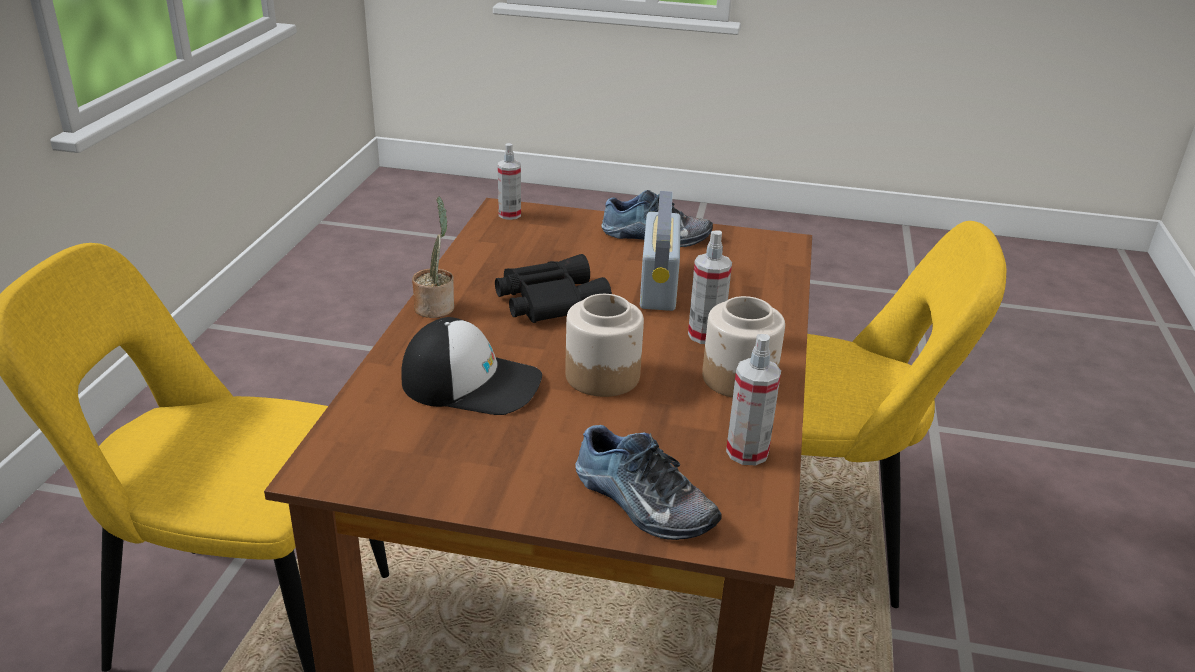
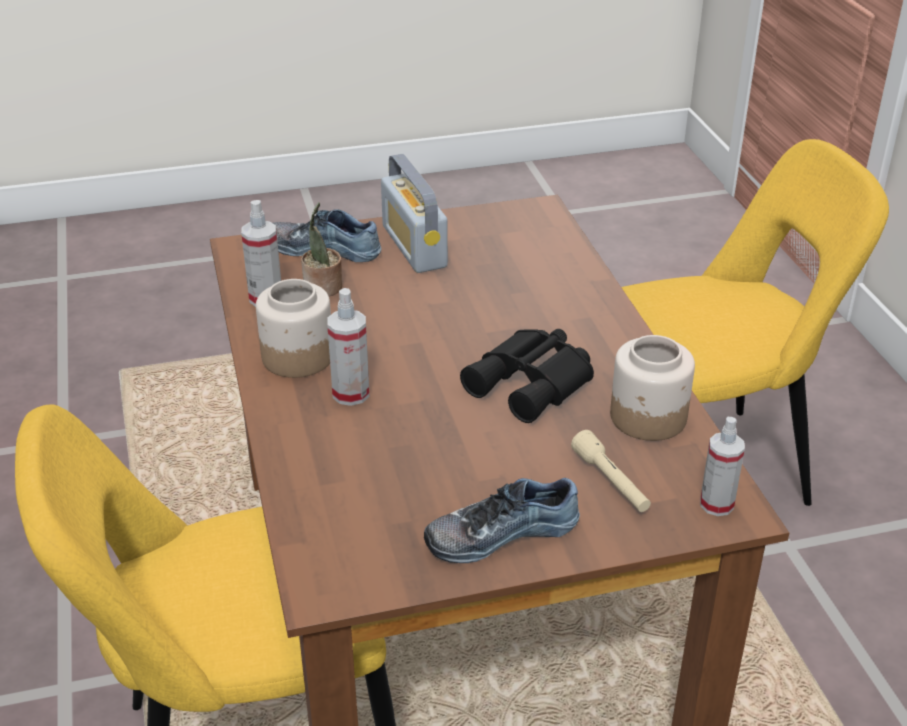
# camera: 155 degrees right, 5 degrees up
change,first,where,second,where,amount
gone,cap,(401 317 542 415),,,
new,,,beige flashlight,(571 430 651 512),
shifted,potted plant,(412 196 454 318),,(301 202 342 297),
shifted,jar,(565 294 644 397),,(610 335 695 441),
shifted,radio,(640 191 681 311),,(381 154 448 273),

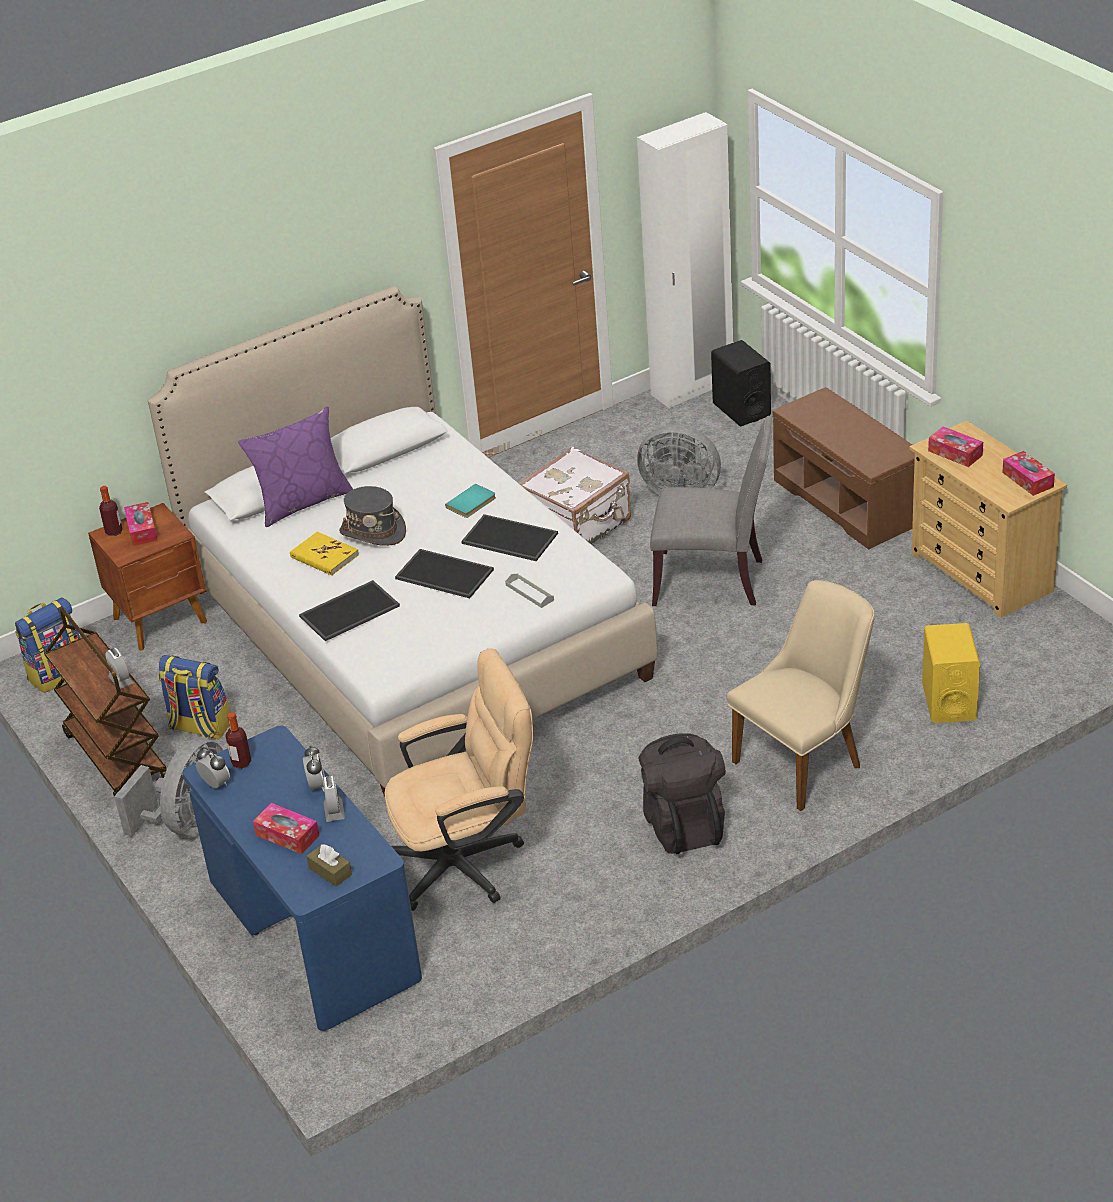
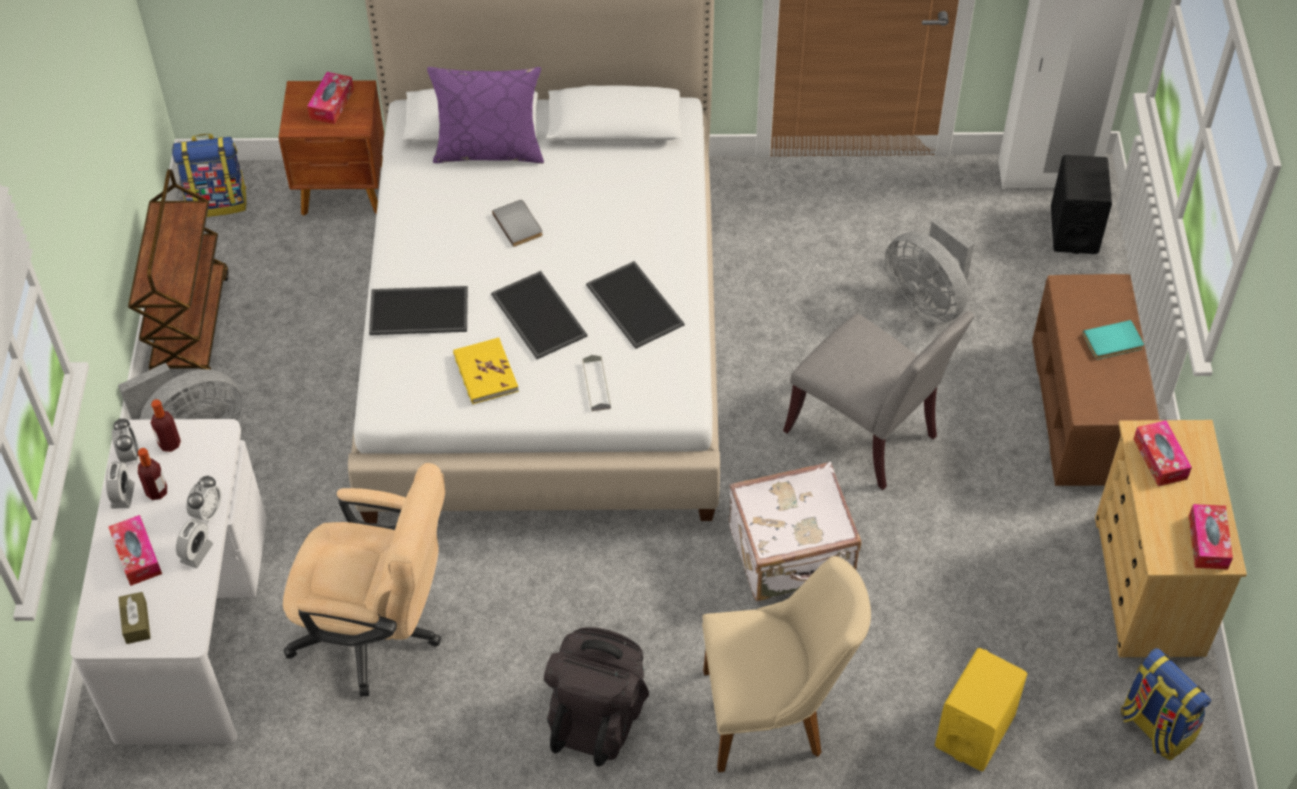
# camera: 30 degrees right, 15 degrees up
change,first,where,second,where,amount
shifted,bottle,(99 486 122 536),,(138 448 167 500),
shifted,alarm clock,(106 648 134 689),,(106 462 135 508),
shifted,backpack,(158 655 231 739),,(1121 648 1211 760),
shifted,yellow book,(290 532 359 576),,(453 338 519 404),
shifted,turquoise book,(445 484 496 518),,(1083 320 1144 359),
shifted,white suitcase,(519 447 631 545),,(729 462 861 601),
swapped,grey hat,(339 486 406 546),grey book,(492 200 543 247),
repainted,blue desk,(183 726 422 1031),white desk,(70 419 267 745),

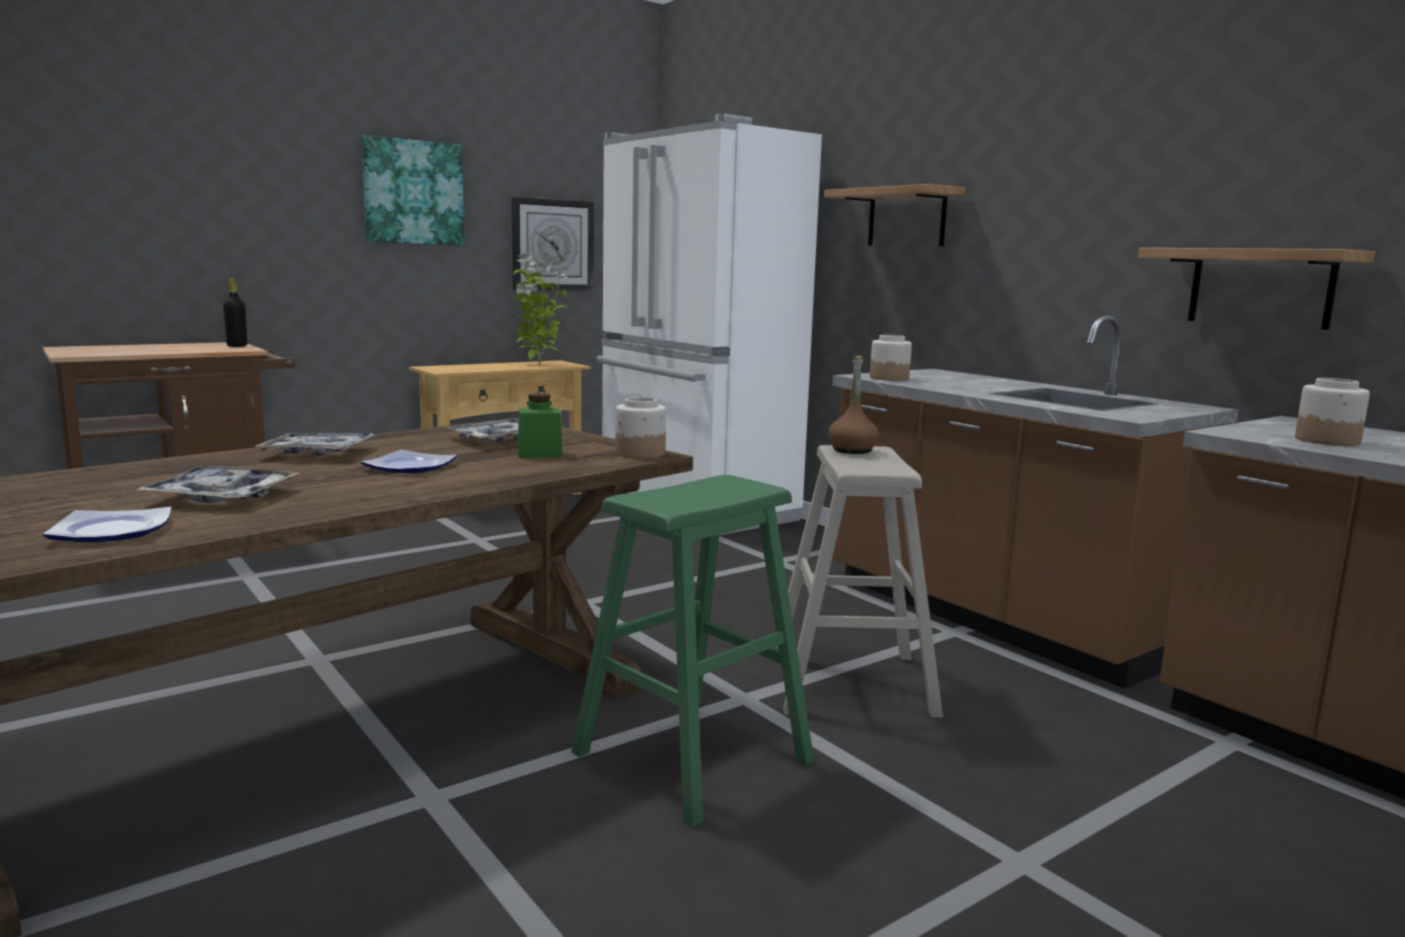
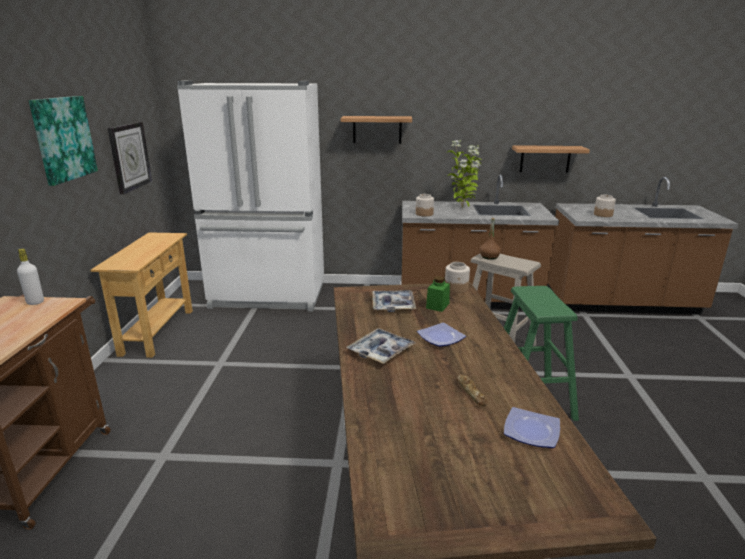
# camera: 50 degrees left, 10 degrees up
change,first,where,second,where,amount
shifted,potted plant,(513 253 568 365),,(448 140 482 208),
swapped,tray,(137 466 299 503),bread,(457 374 488 406),
repainted,black bottle,(223 278 247 347),white bottle,(17 249 44 305),

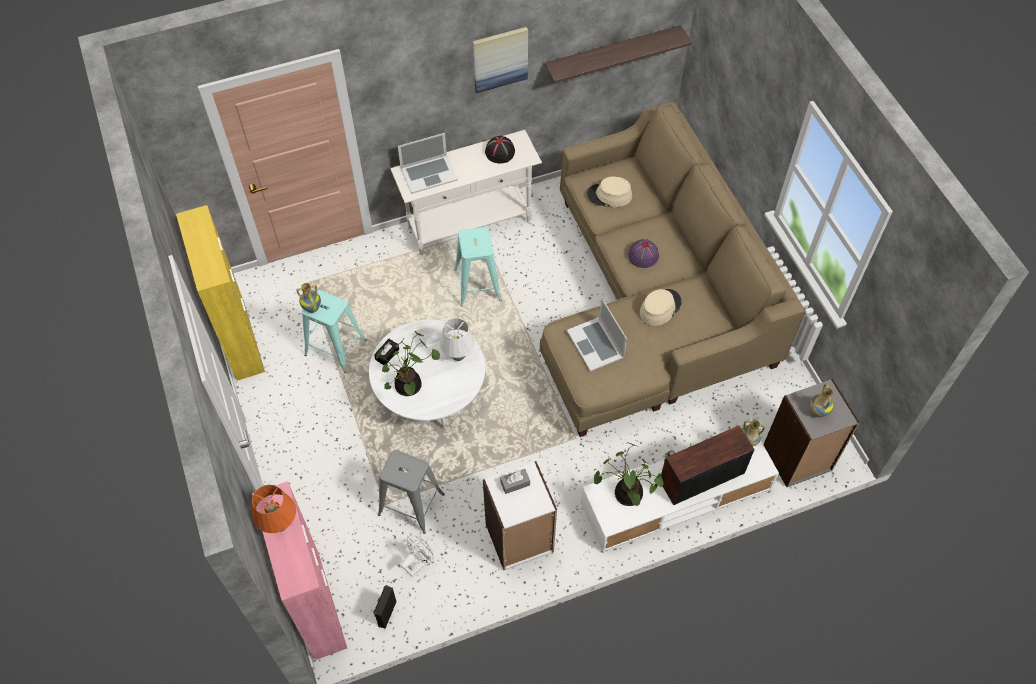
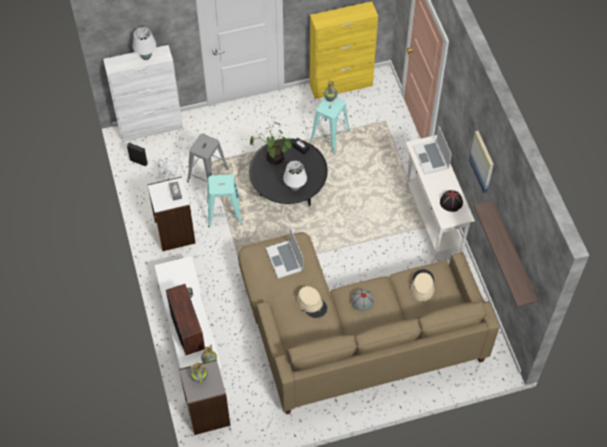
# camera: 95 degrees right, 0 degrees up
change,first,where,second,where,amount
gone,potted plant,(594 442 664 506),,,
shifted,turquoise stool,(454 227 502 306),,(207 174 242 227),
repainted,pink cabinet,(252 481 347 660),white cabinet,(103 45 183 142),
repainted,orange table lamp,(252 485 296 533),white table lamp,(133 27 157 60),
repainted,white coffee table,(369 320 485 428),black coffee table,(249 138 328 206),
repainted,purple hat,(628 239 659 268),grey hat,(351 289 374 312),
rotated,laptop,(567 298 627 372),,(266 227 304 279),90 degrees counterclockwise

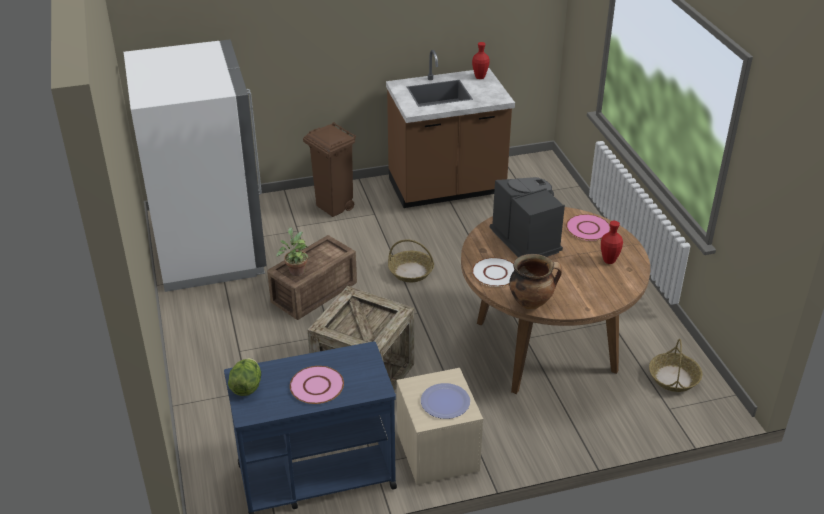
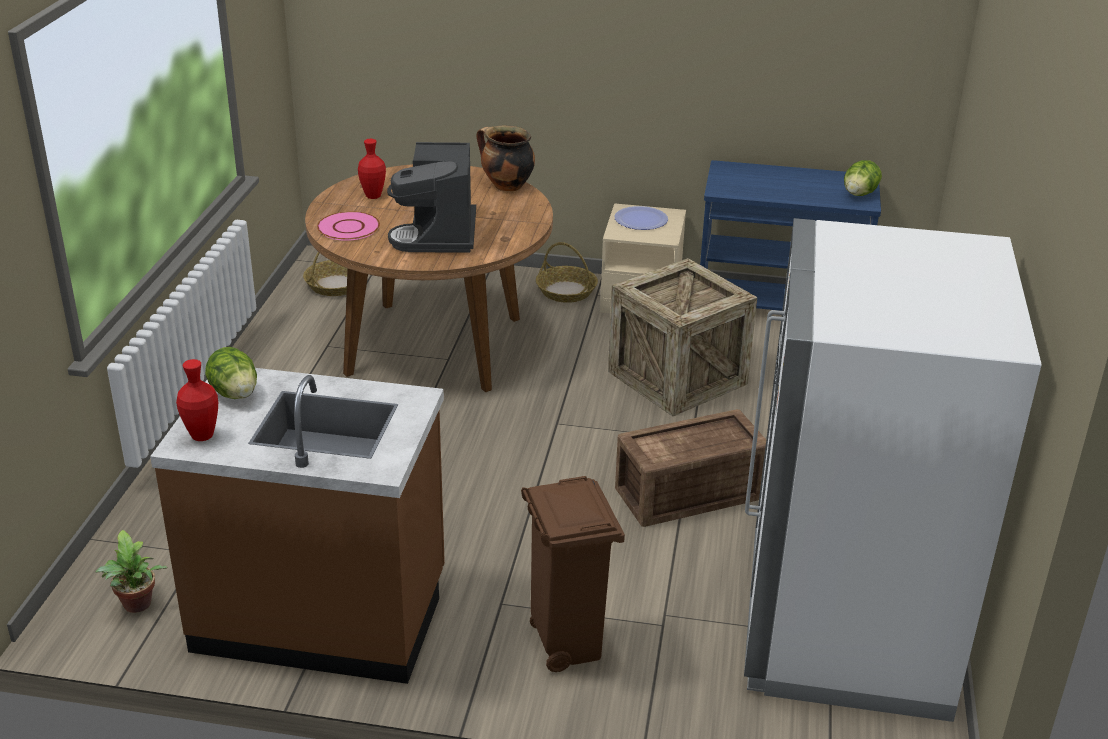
# camera: 155 degrees left, 5 degrees down
change,first,where,second,where,amount
gone,pink plate,(290 366 344 404),,,
gone,white plate,(472 257 514 287),,,
new,,,lettuce,(205 347 257 399),
shifted,potted plant,(276 227 308 276),,(95 530 168 613),
shifted,basket,(388 239 434 282),,(536 242 598 303),

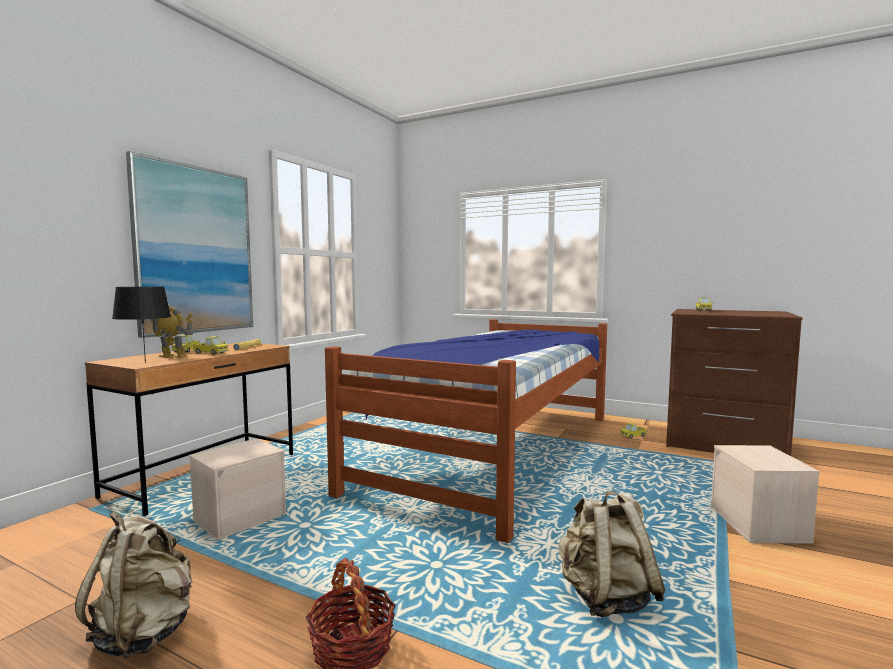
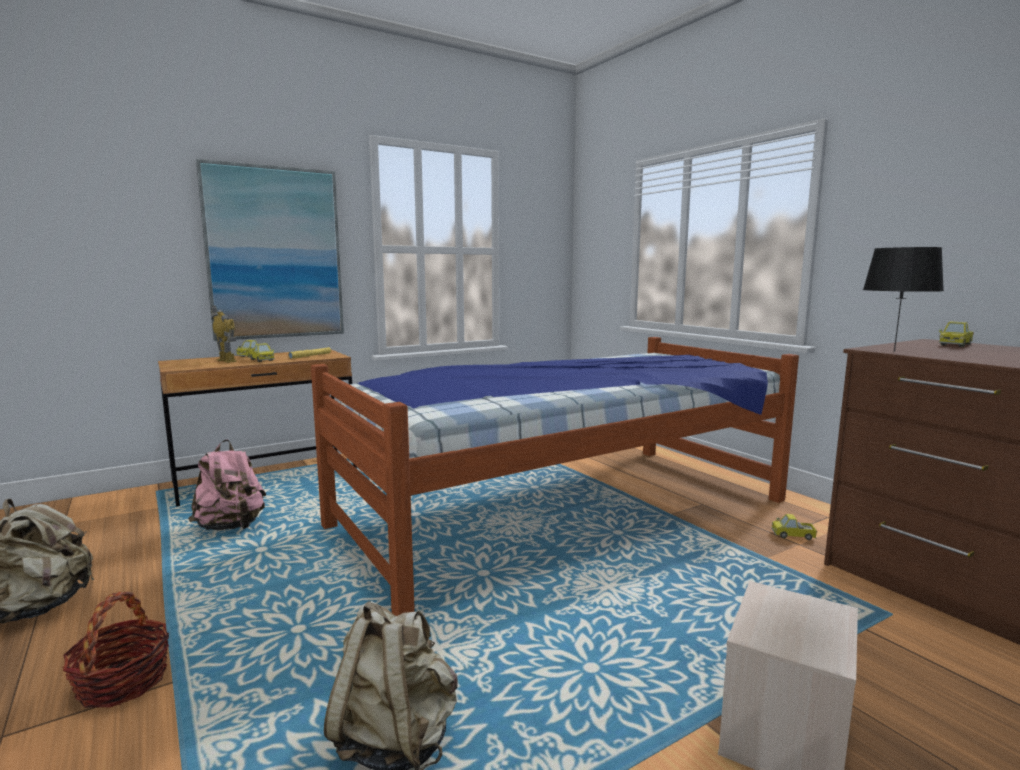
# camera: 30 degrees right, 5 degrees up
change,first,where,second,where,amount
shifted,black table lamp,(112 287 171 363),,(863 247 944 352),
swapped,beige storage box,(189 438 287 540),pink backpack,(188 439 266 530),

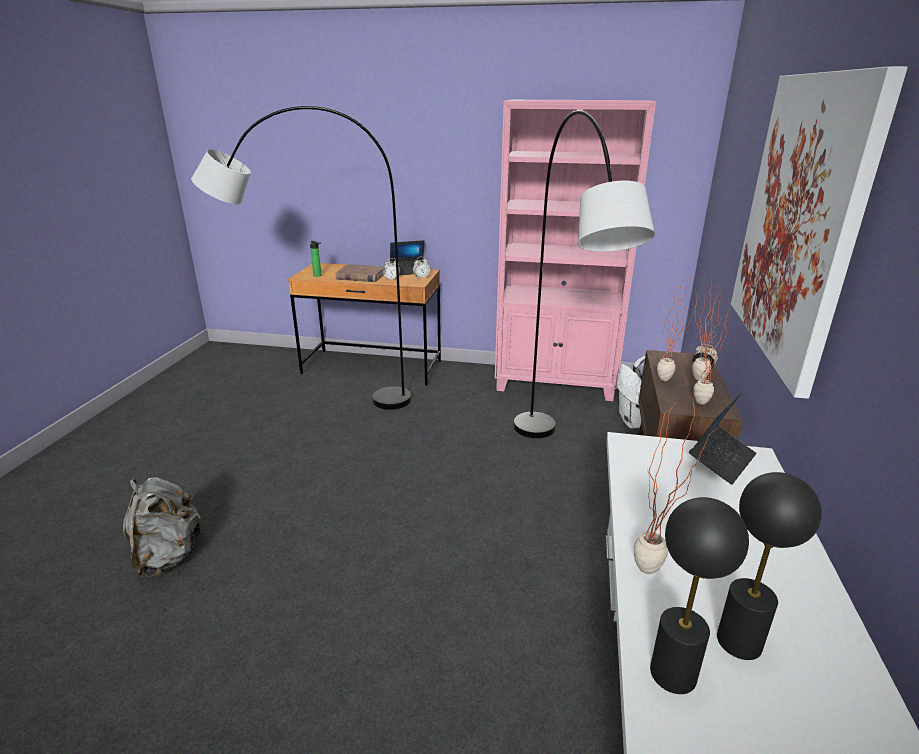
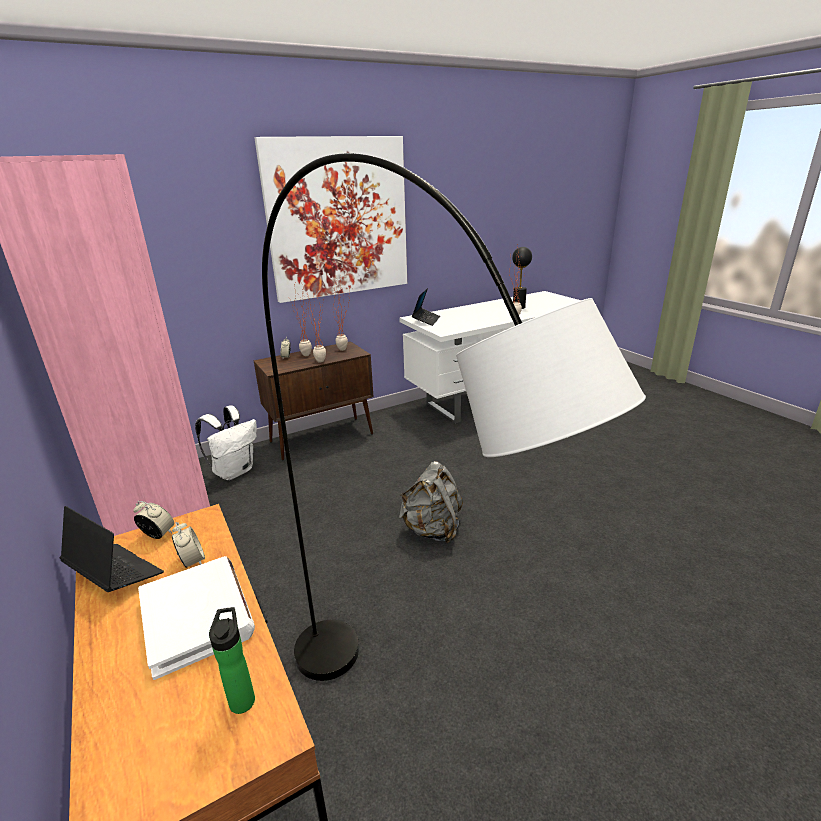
# camera: 130 degrees left, 0 degrees up
change,first,where,second,where,amount
gone,grey floor lamp,(514 110 655 438),,,
gone,black table lamp,(650 497 749 694),,,
shifted,grey backpack,(123 477 205 578),,(399 461 463 543),
repainted,brown book,(336 264 384 282),white book,(138 556 255 680),
rotated,laptop,(689 393 757 485),,(412 288 440 326),105 degrees clockwise

